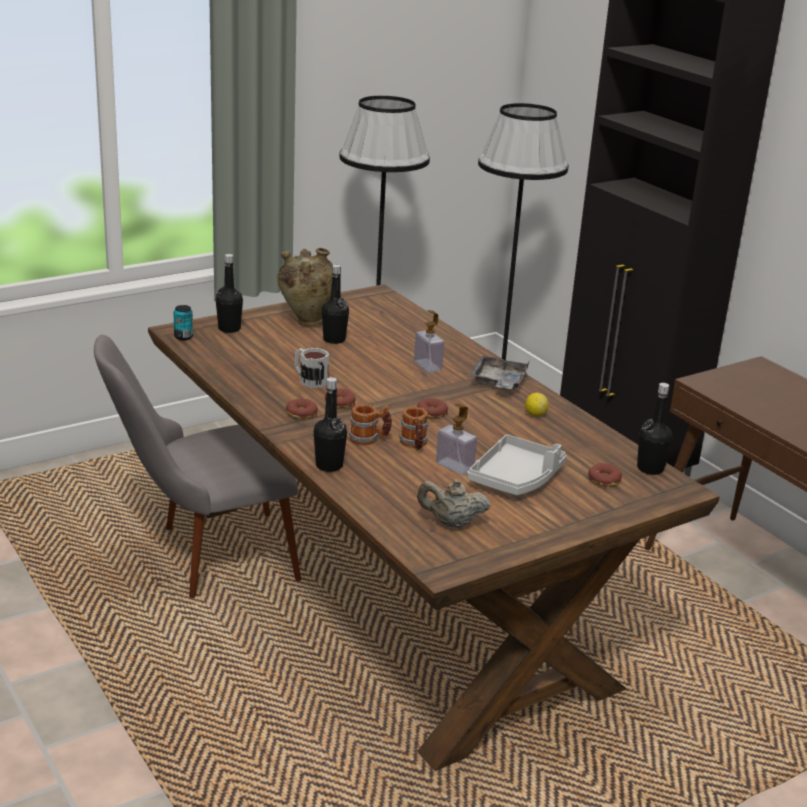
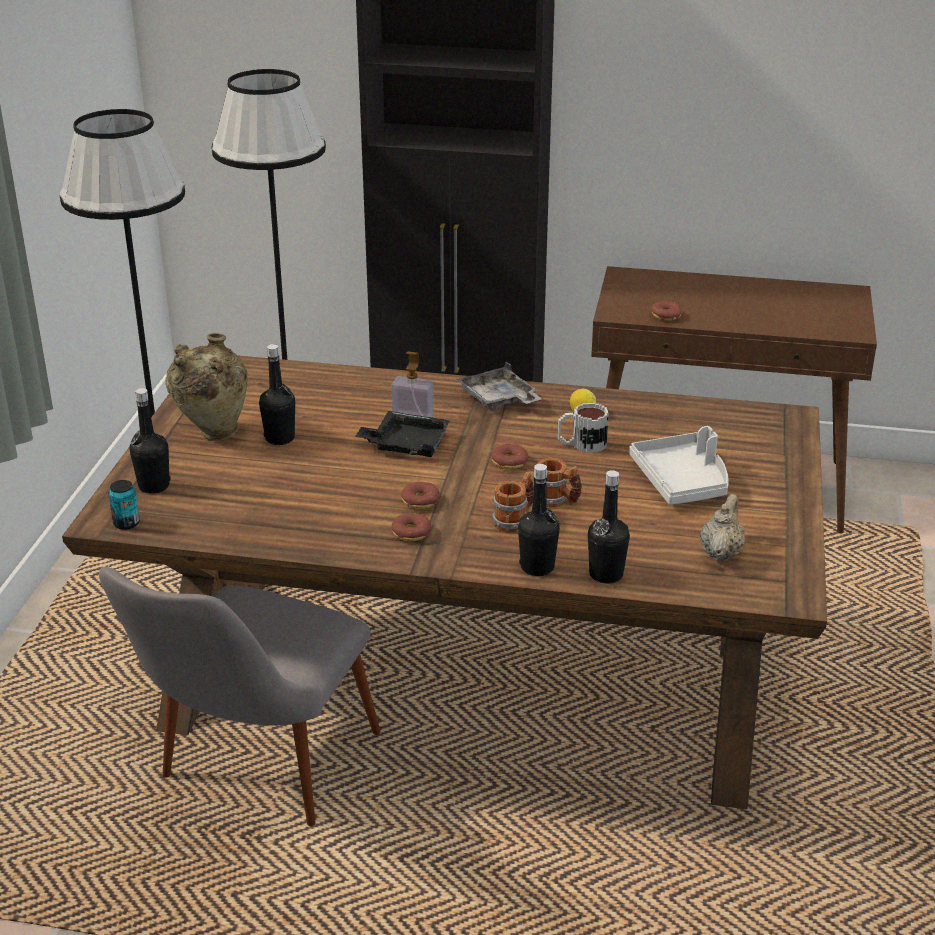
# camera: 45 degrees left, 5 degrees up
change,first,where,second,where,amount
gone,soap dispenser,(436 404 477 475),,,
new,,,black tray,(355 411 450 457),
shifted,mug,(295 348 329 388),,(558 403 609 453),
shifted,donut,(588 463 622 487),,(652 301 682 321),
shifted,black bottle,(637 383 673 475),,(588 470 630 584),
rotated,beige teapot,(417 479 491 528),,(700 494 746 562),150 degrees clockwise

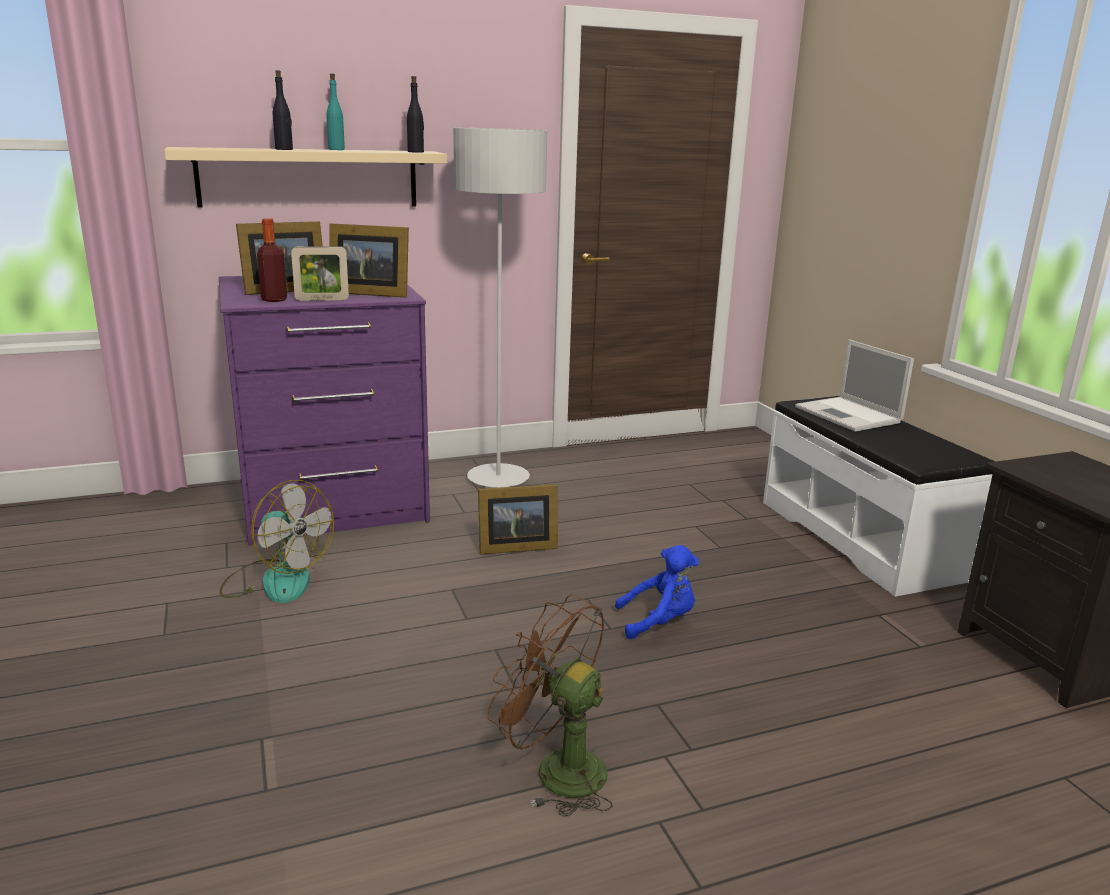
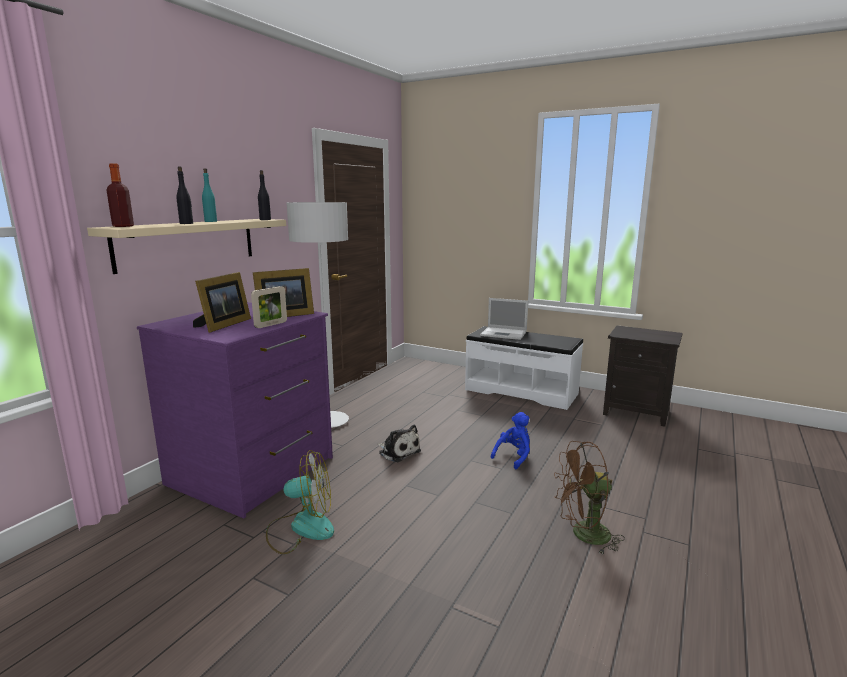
# camera: 40 degrees left, 5 degrees down
change,first,where,second,where,amount
shifted,bottle,(257 218 287 302),,(106 163 134 227),
swapped,picture frame,(478 484 558 555),plush toy,(378 425 421 462),

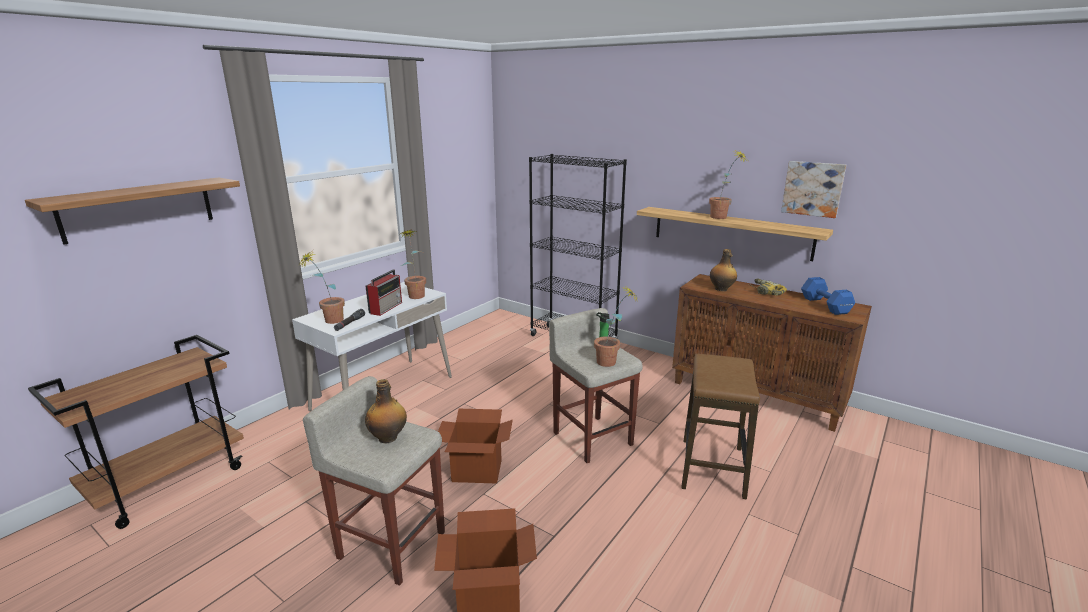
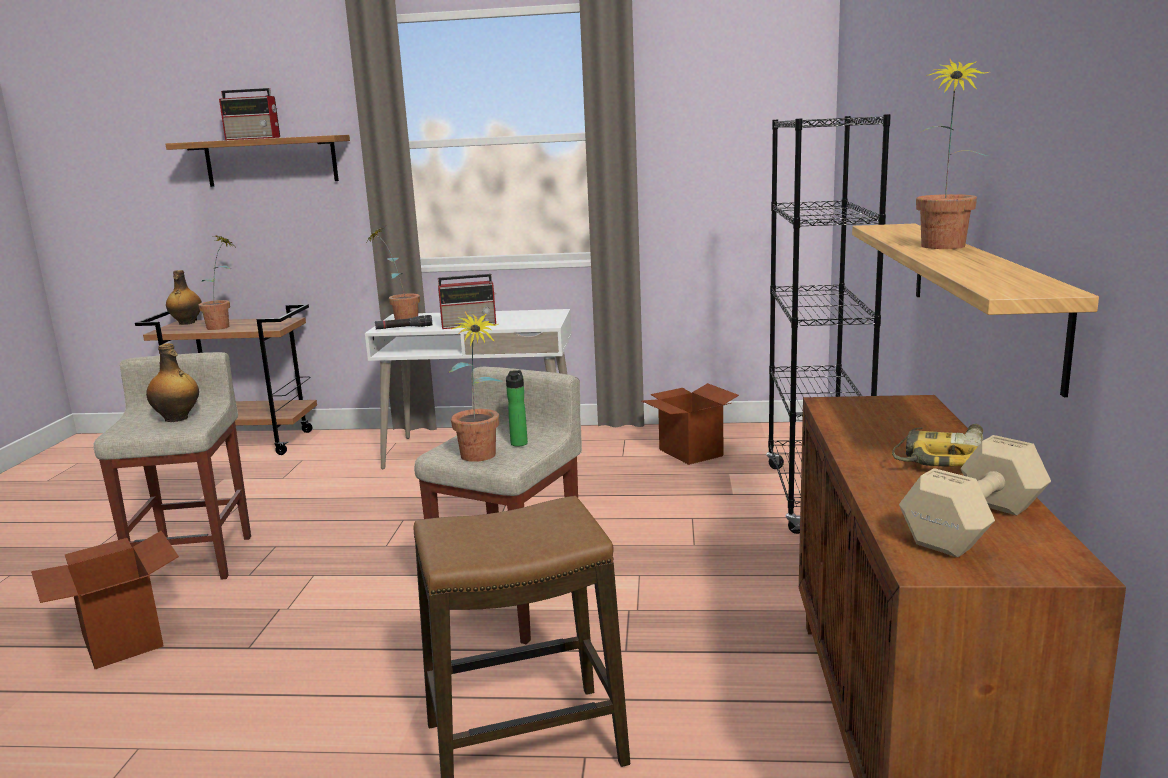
# camera: 60 degrees right, 5 degrees down
change,first,where,second,where,amount
gone,picture,(781 161 846 218),,,
new,,,radio,(219 88 280 140),
shifted,potted plant,(401 230 426 299),,(198 234 233 330),
shifted,cardboard box,(438 409 513 484),,(642 383 739 465),
shifted,bottle,(710 249 737 291),,(166 270 202 325),
repainted,blue dumbbell,(801 277 855 315),beige dumbbell,(899 435 1051 557),

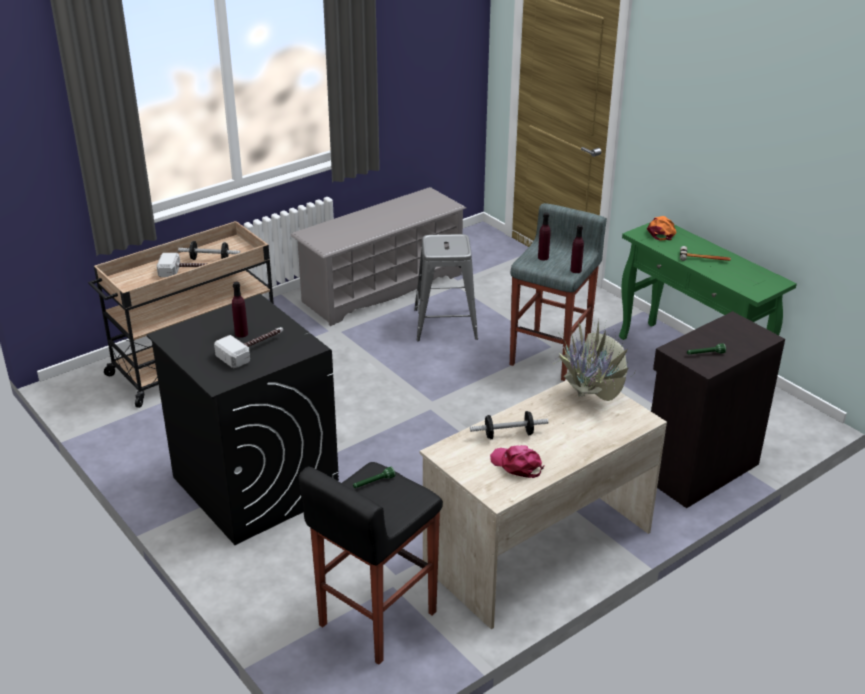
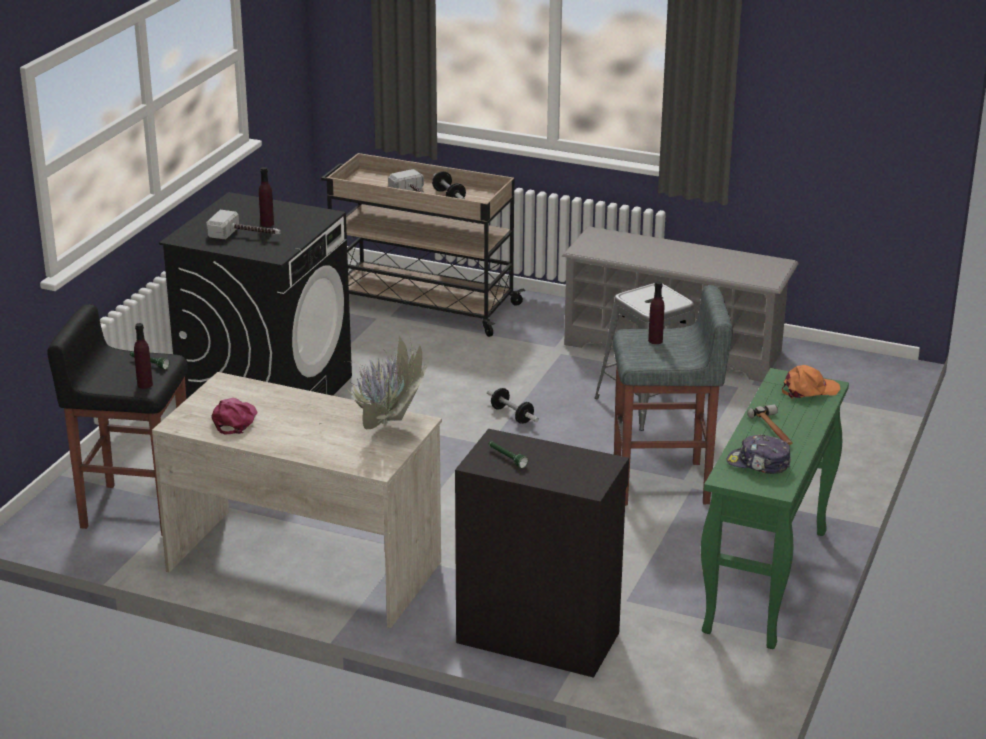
# camera: 60 degrees right, 5 degrees down
change,first,where,second,where,amount
new,,,cap,(727 434 791 474),
shifted,dumbbell,(470 411 548 439),,(487 388 539 424),
shifted,purple bottle,(570 225 584 273),,(134 323 153 389),

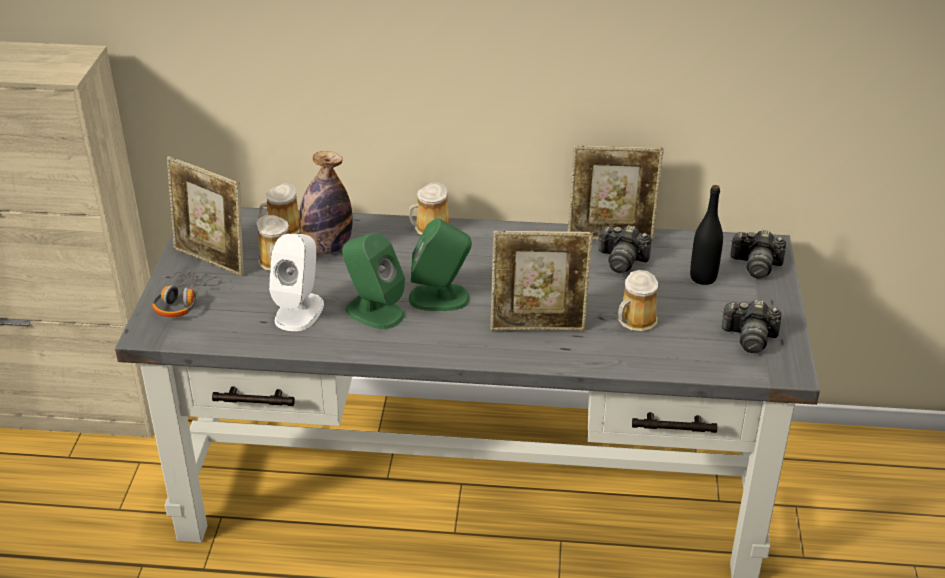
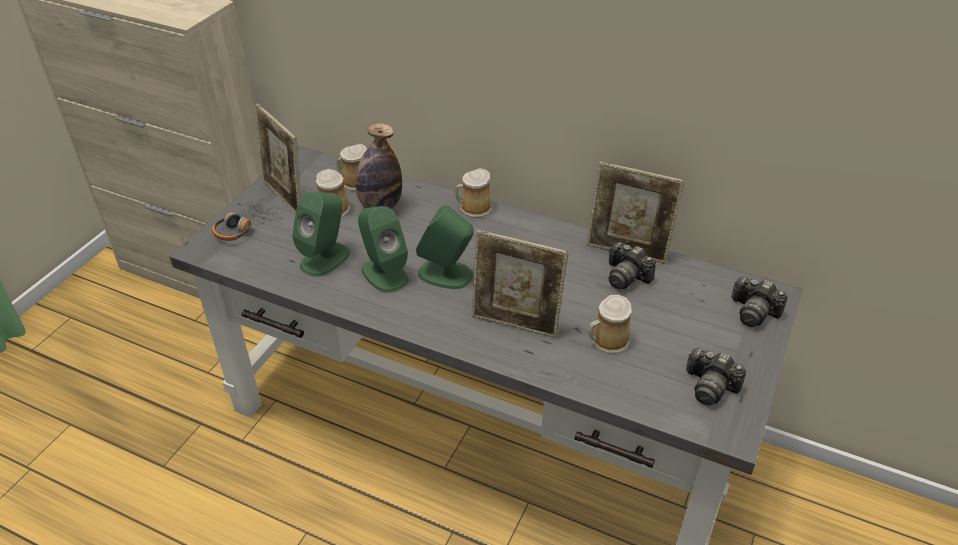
# camera: 20 degrees right, 5 degrees up
change,first,where,second,where,amount
gone,black bottle,(690 185 723 285),,,
repainted,white speaker,(269 234 324 331),green speaker,(292 192 350 277),

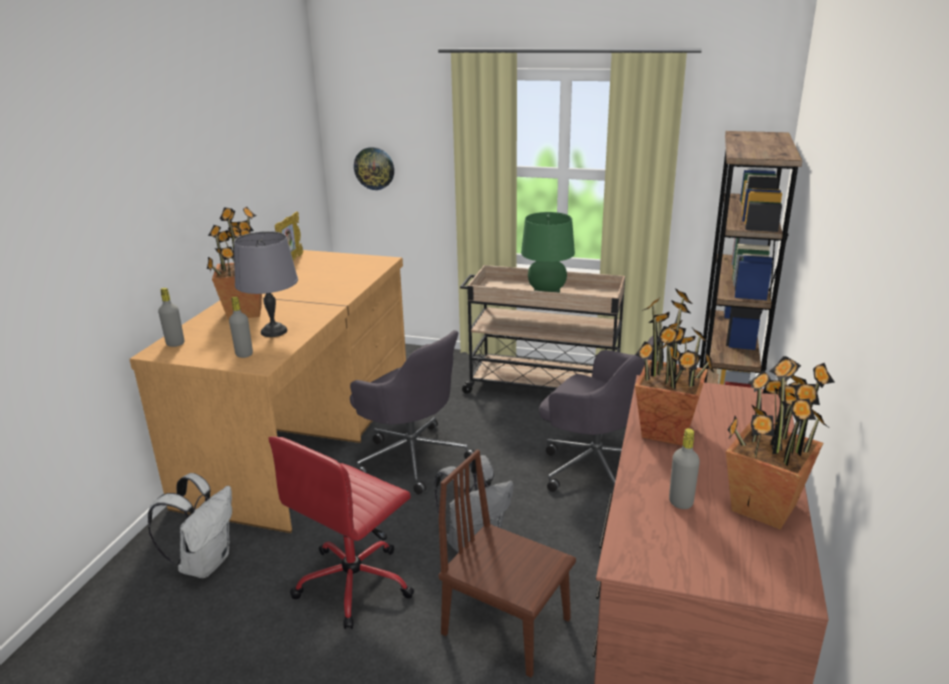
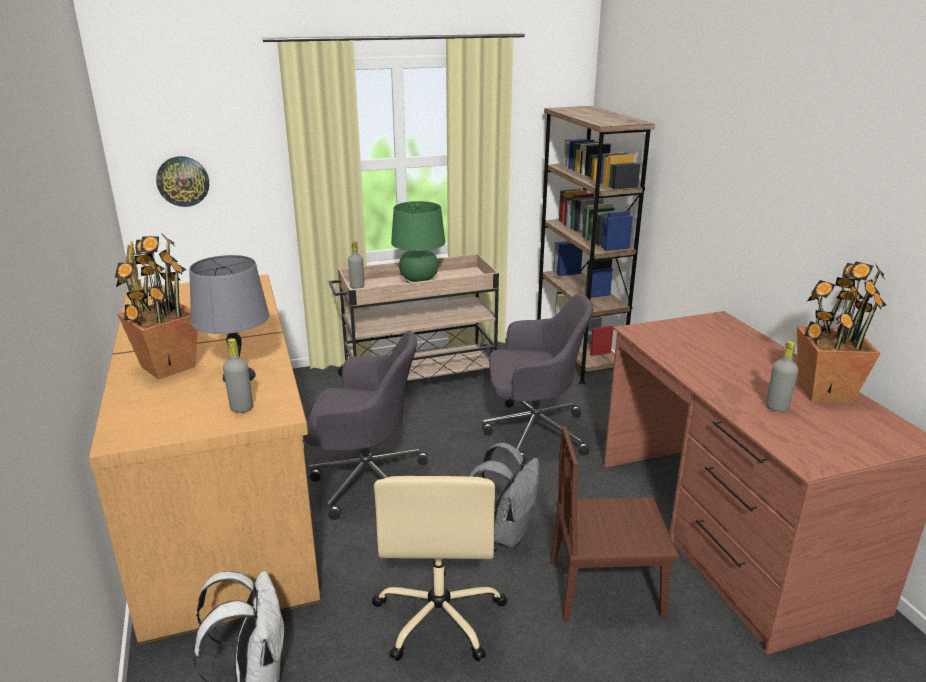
# camera: 35 degrees left, 0 degrees up
change,first,where,second,where,amount
gone,potted plant,(635 289 714 446),,,
shifted,grey bottle,(158 288 184 347),,(348 242 364 289),
repainted,red office chair,(269 436 414 629),beige office chair,(372 476 508 661),

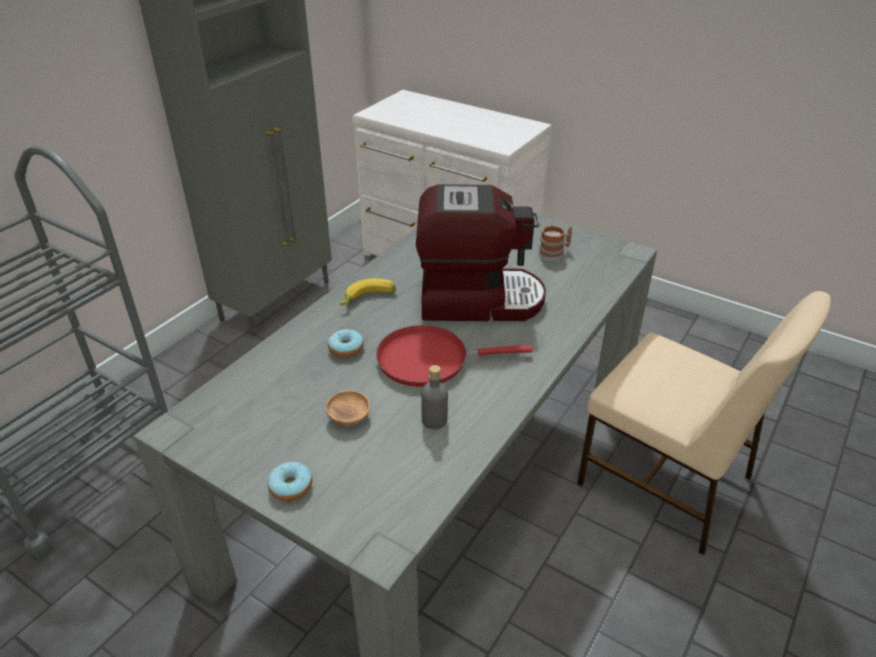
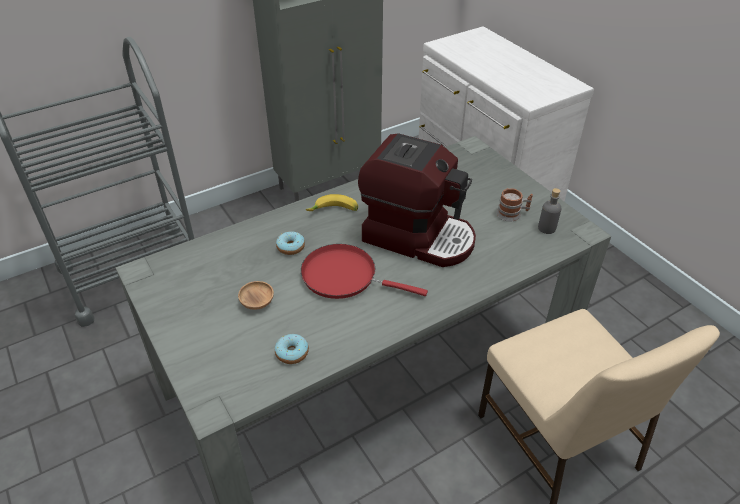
# camera: 25 degrees right, 5 degrees up
change,first,where,second,where,amount
shifted,donut,(267 462 312 501),,(275 334 309 364),
shifted,grey bottle,(421 365 448 429),,(538 188 562 234),

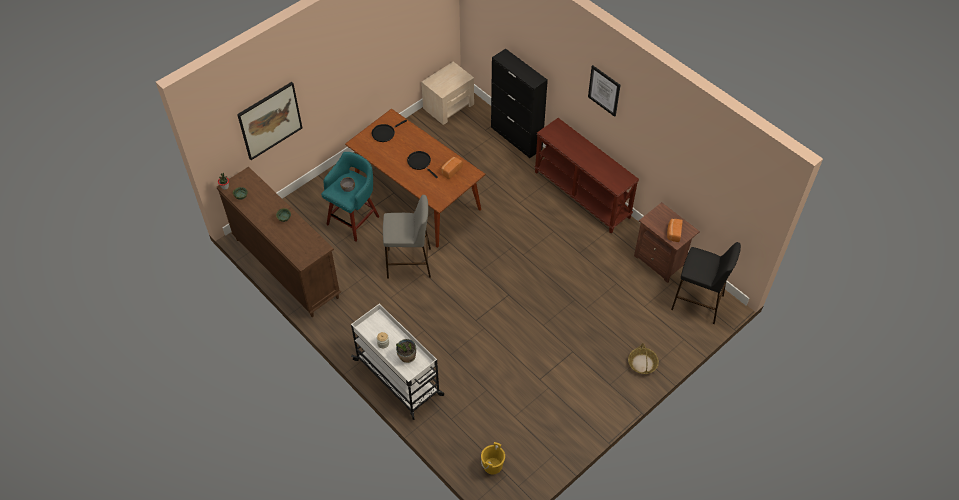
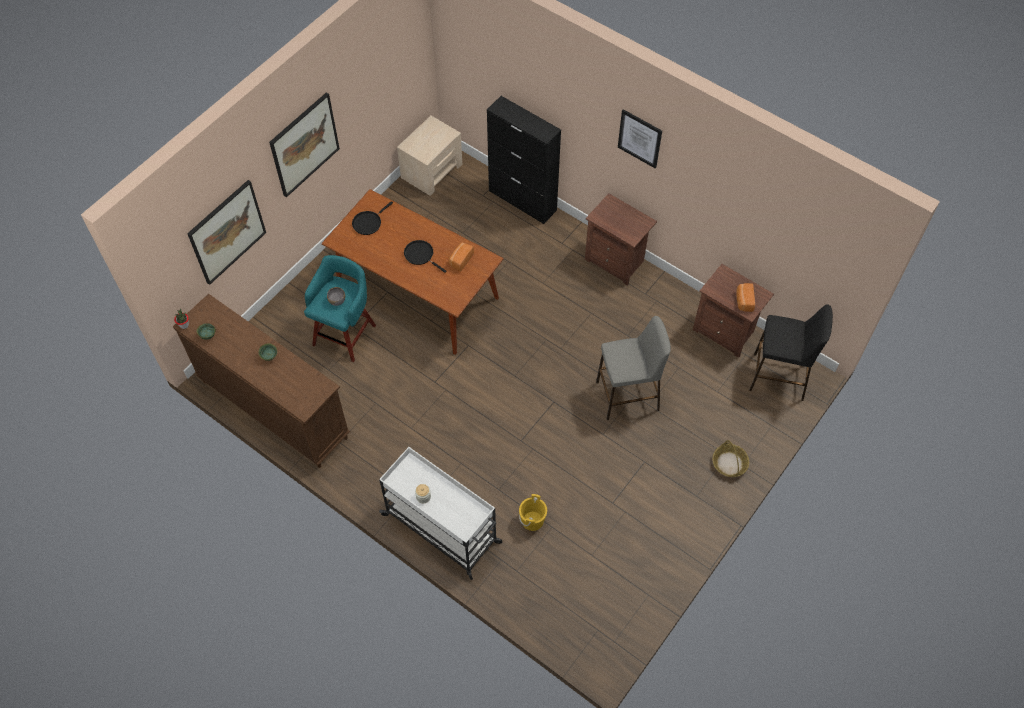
# camera: 10 degrees left, 5 degrees up
change,first,where,second,where,amount
gone,potted plant,(396 339 416 363),,,
new,,,picture,(269 93 340 197),
shifted,grey stool,(383 195 431 279),,(596 316 671 420),
shifted,yellow bucket,(481 442 505 475),,(519 494 547 531),
swapped,brown console table,(534 118 639 233),brown nightstand,(585 193 657 286),

